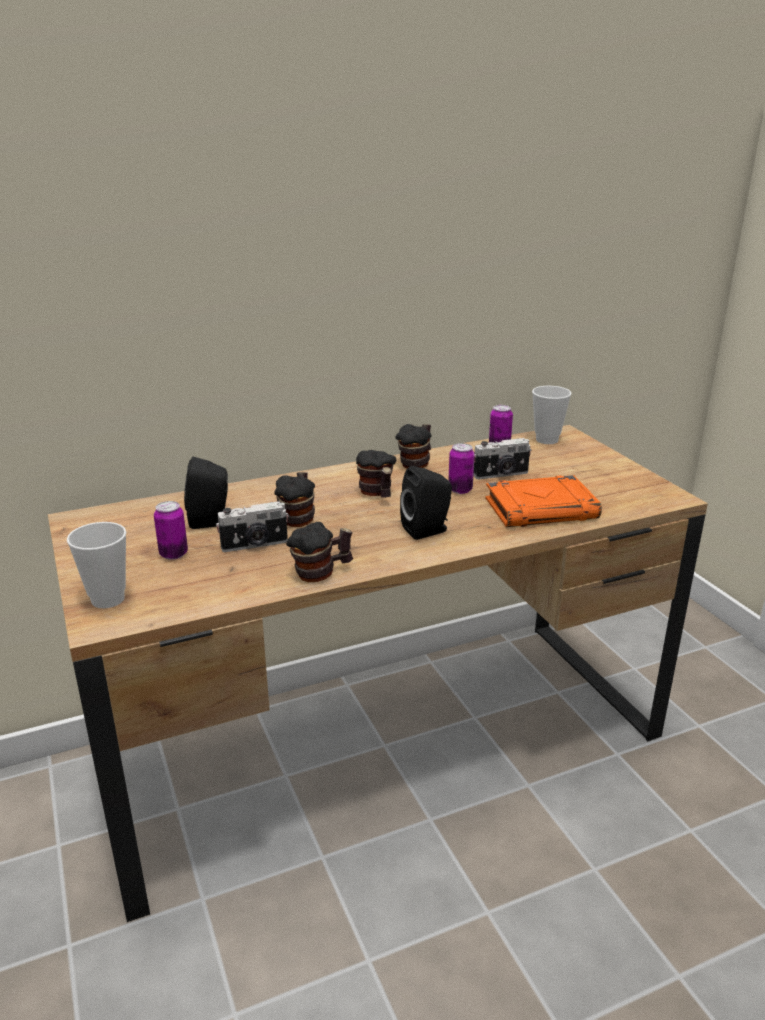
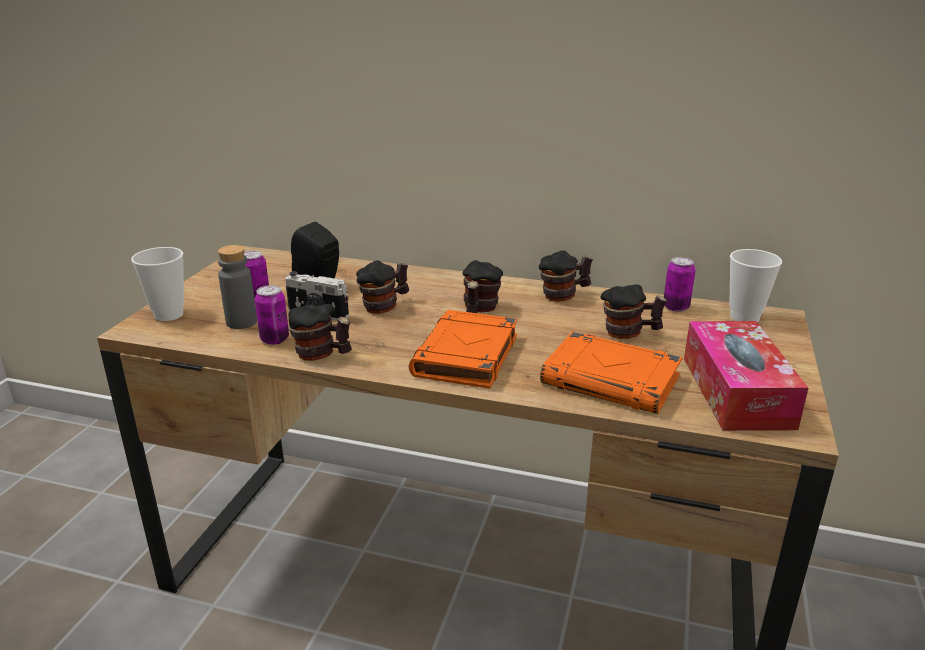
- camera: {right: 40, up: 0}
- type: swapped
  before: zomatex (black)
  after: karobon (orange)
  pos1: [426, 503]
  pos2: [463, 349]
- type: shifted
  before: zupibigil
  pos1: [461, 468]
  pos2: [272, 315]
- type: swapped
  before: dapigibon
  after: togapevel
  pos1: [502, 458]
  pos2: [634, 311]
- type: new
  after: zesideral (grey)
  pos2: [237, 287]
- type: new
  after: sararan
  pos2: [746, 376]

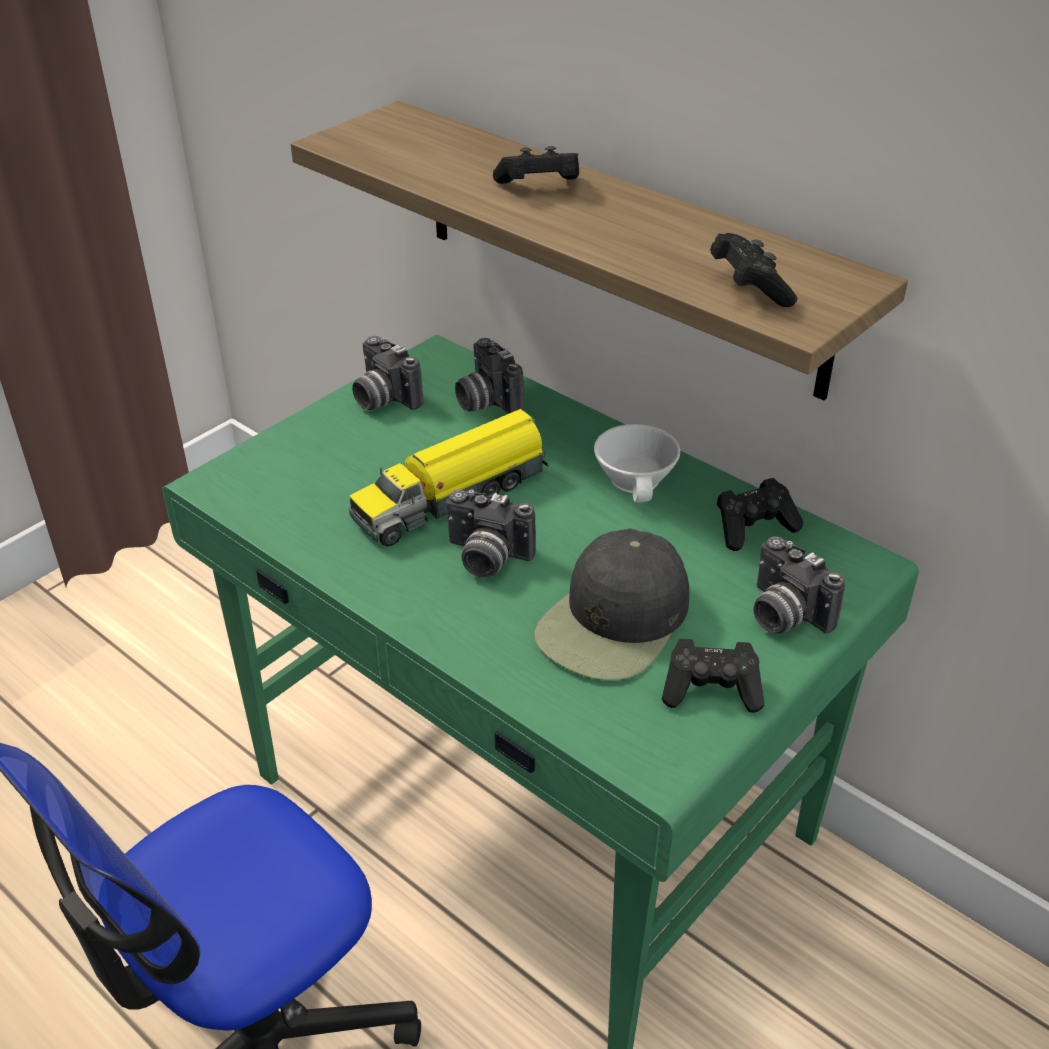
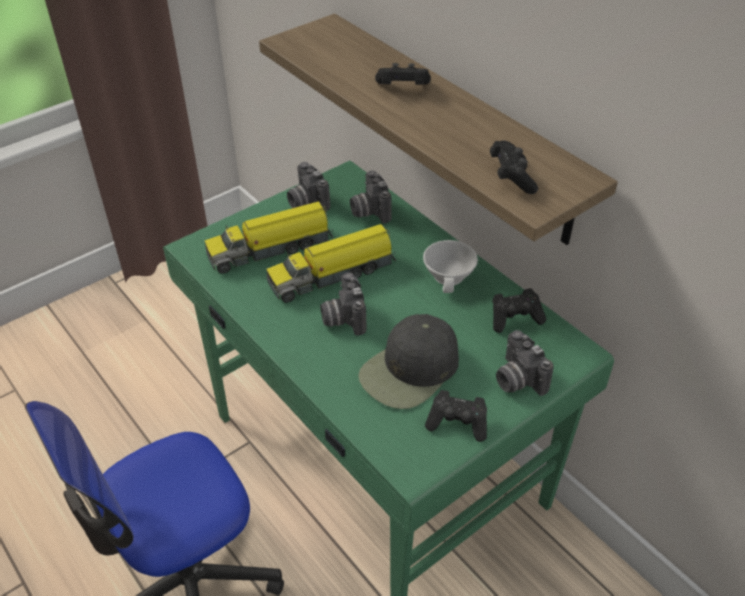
- camera: {right: 10, up: 5}
- type: rotated
  before: dapigibon
  pos1: [491, 534]
  pos2: [343, 304]
  turn: 45
- type: new
  after: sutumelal
  pos2: [269, 237]

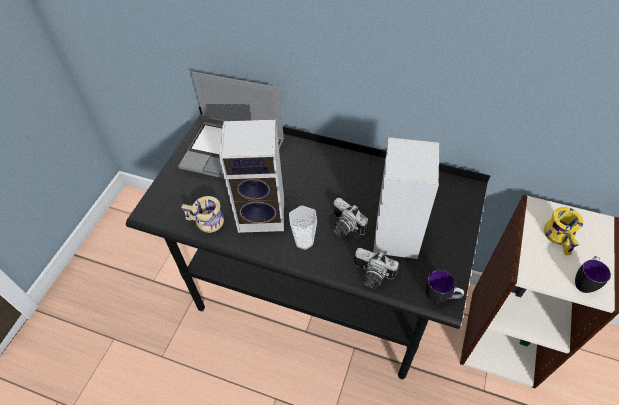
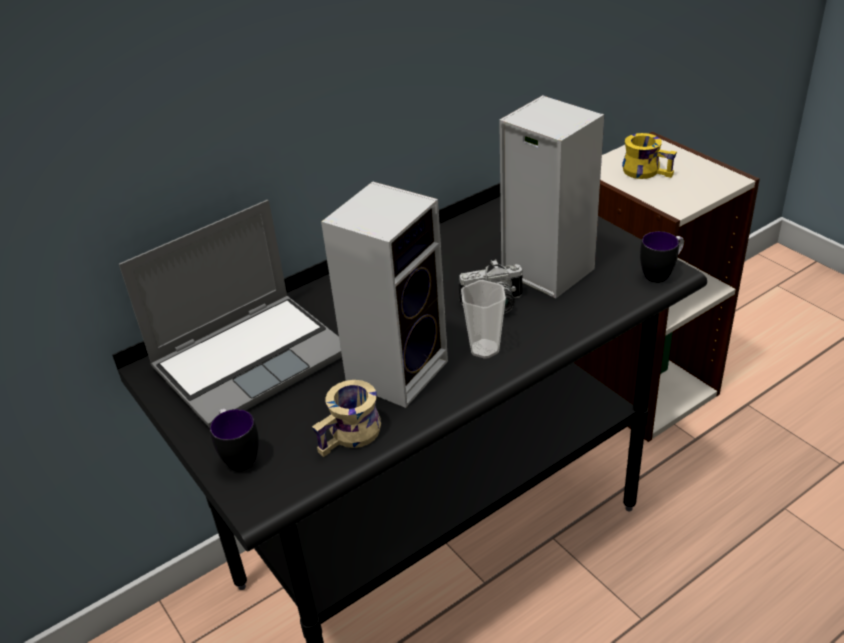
- camera: {right: -55, up: -15}
- type: gone
  before: dapigibon
  pos1: [376, 268]
- type: shifted
  before: togapevel
  pos1: [593, 274]
  pos2: [234, 440]

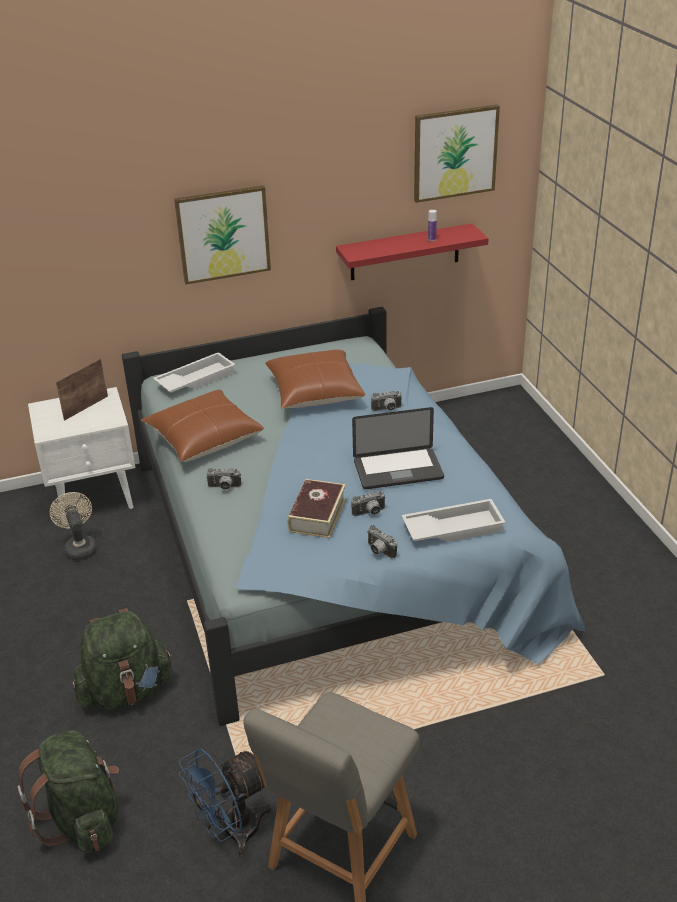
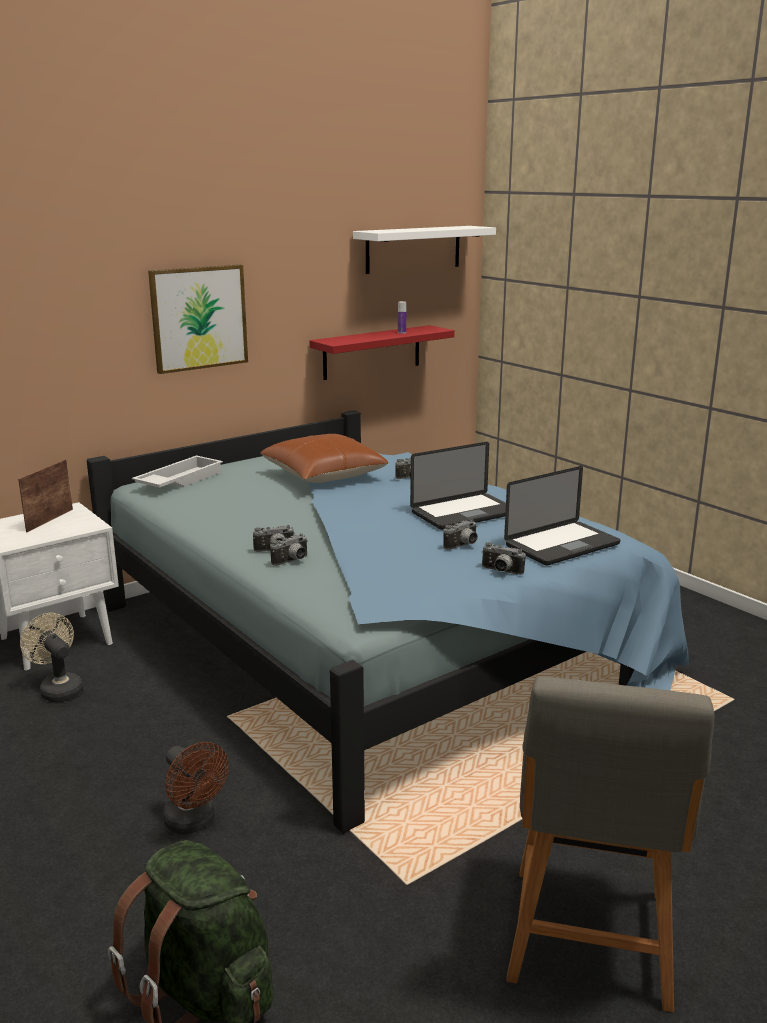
- camera: {right: -20, up: -15}
- type: swapped
  before: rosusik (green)
  after: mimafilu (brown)
  pos1: [123, 659]
  pos2: [196, 788]
- type: gone
  before: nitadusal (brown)
  pos1: [202, 426]
- type: gone
  before: mimafilu (blue)
  pos1: [225, 803]
- type: gone
  before: karobon
  pos1: [317, 508]
- type: swapped
  before: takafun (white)
  after: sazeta
  pos1: [453, 520]
  pos2: [562, 515]
- type: swapped
  before: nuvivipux
  after: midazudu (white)
  pos1: [457, 154]
  pos2: [424, 250]
- type: new
  after: dapigibon
  pos2: [289, 549]

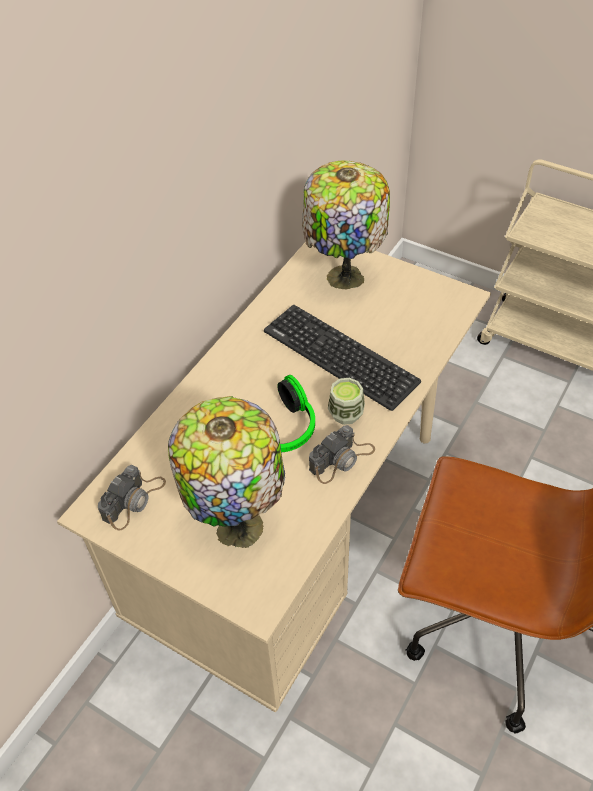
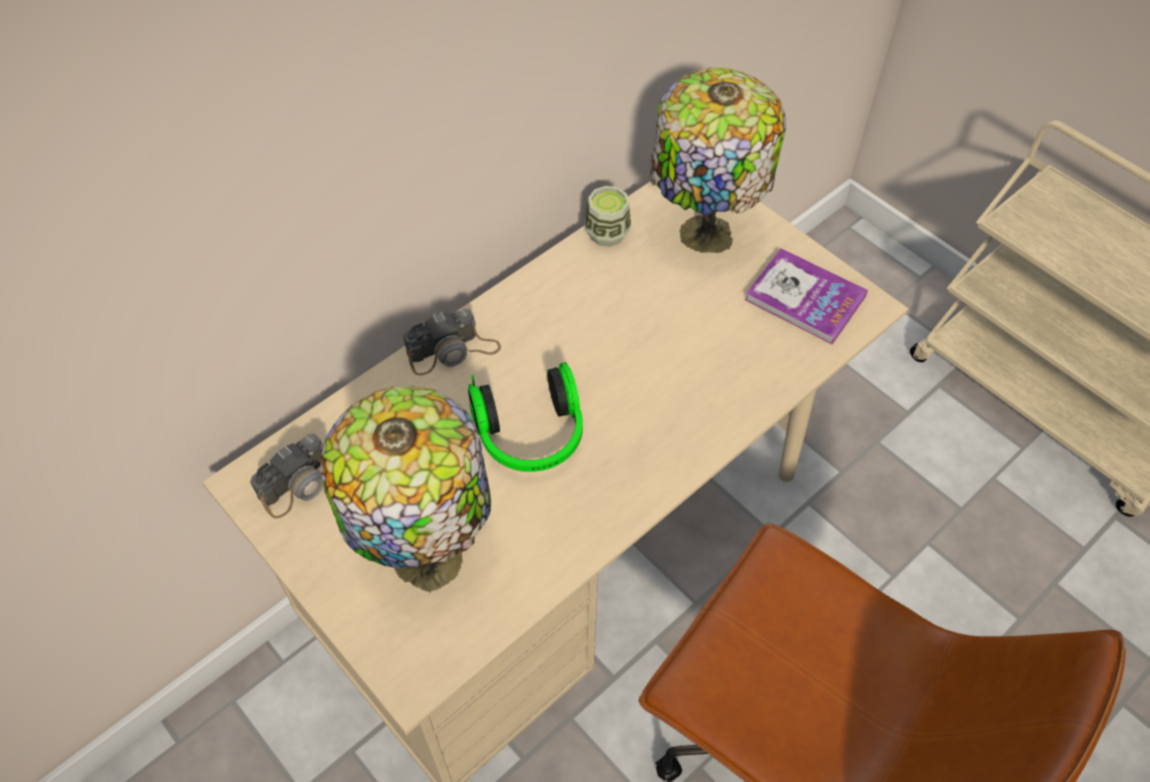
- camera: {right: 15, up: 5}
- type: gone
  before: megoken
  pos1: [342, 358]
- type: shifted
  before: dapigibon
  pos1: [342, 454]
  pos2: [452, 342]
- type: shifted
  before: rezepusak
  pos1: [346, 401]
  pos2: [608, 216]
- type: new
  after: karobon
  pos2: [806, 296]

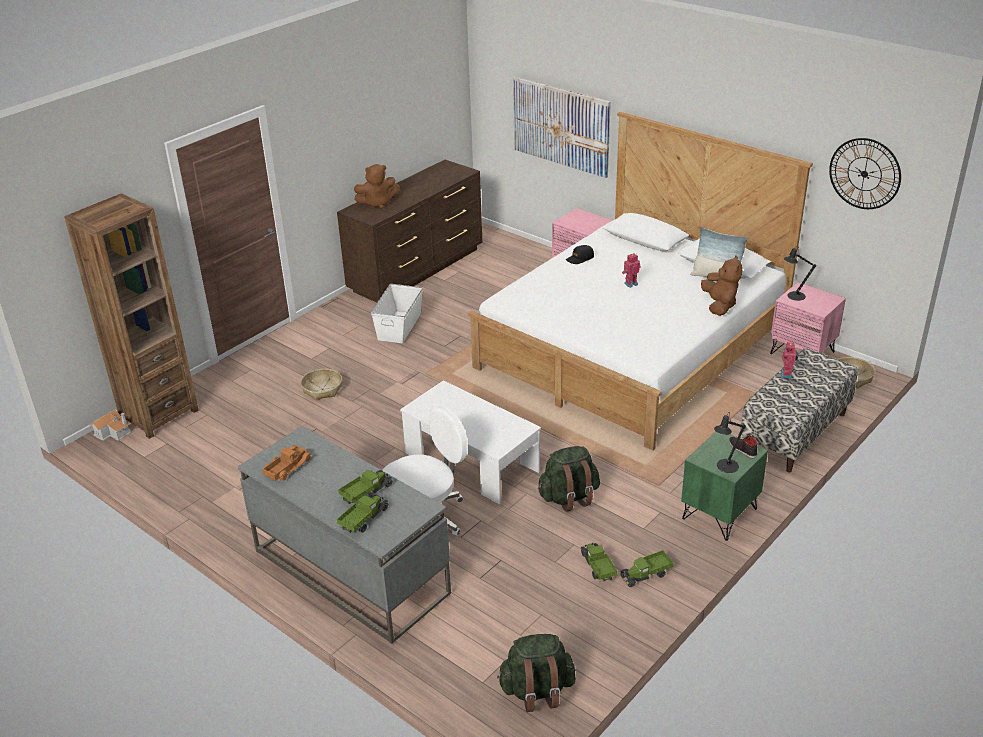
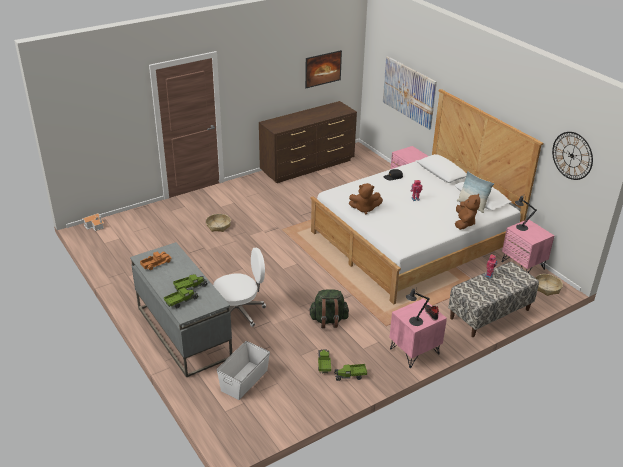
- camera: {right: 15, up: 0}
- type: gone
  before: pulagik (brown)
  pos1: [131, 316]
- type: shifted
  before: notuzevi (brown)
  pos1: [377, 186]
  pos2: [366, 198]
- type: shifted
  before: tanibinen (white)
  pos1: [397, 313]
  pos2: [243, 370]
- type: gone
  before: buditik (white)
  pos1: [470, 442]
- type: gone
  before: rosusik (green)
  pos1: [536, 673]
- type: repainted
  before: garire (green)
  after: garire (pink)
  pos1: [724, 486]
  pos2: [418, 333]
- type: new
  after: nuvivipux
  pos2: [323, 69]

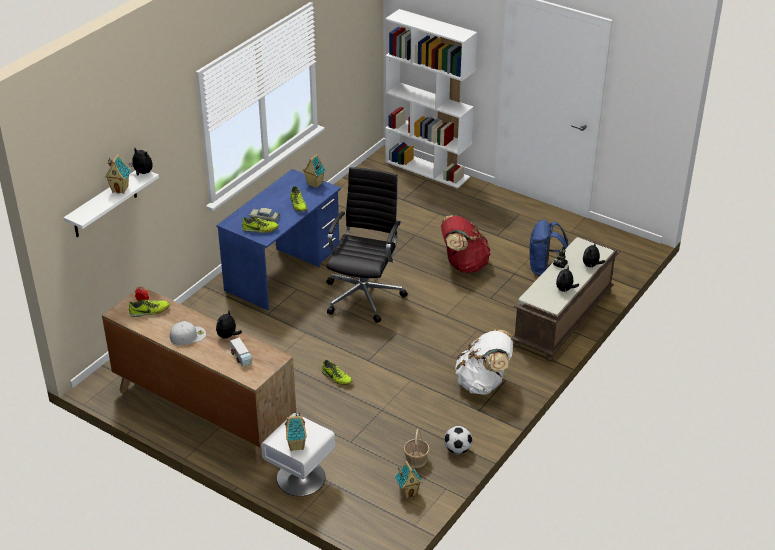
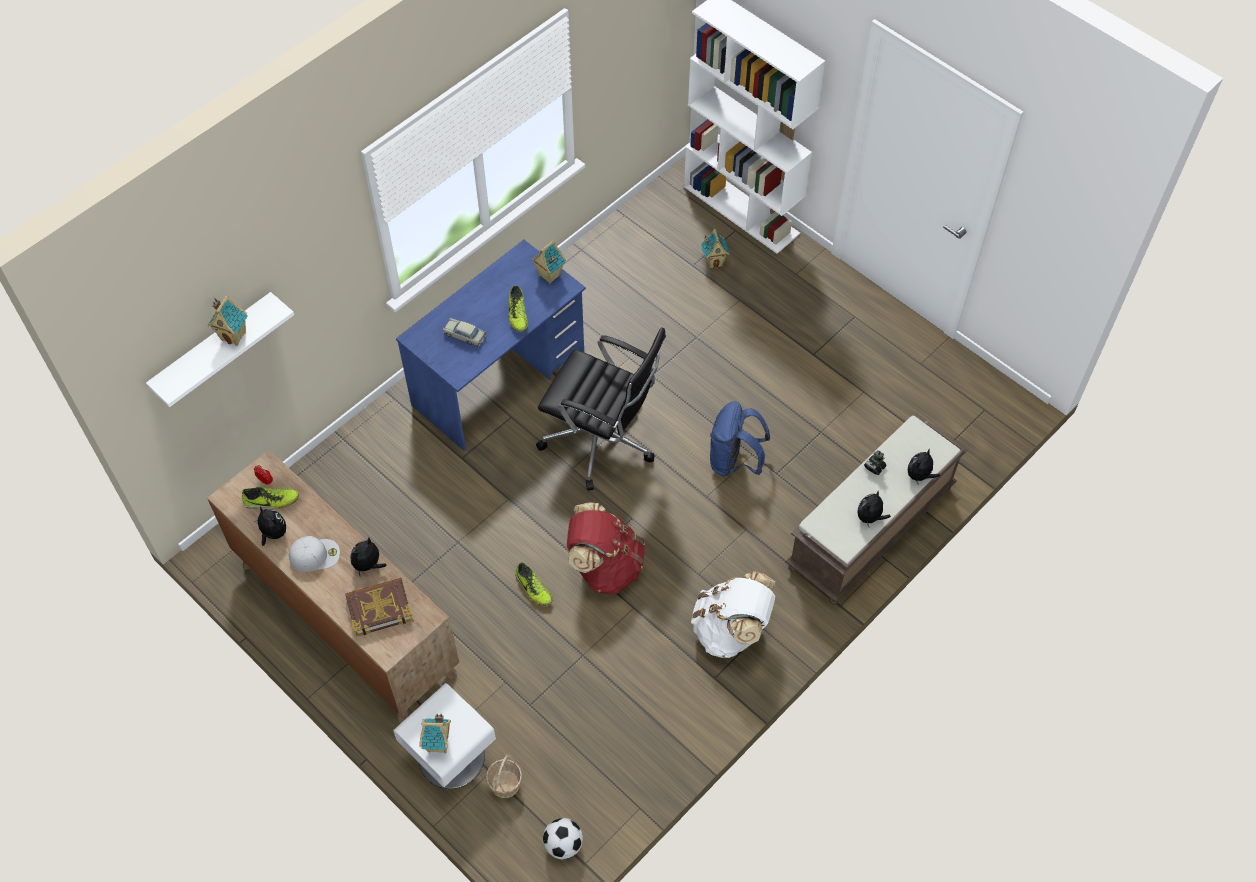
- camera: {right: 10, up: 20}
- type: shifted
  before: notuzevi
  pos1: [141, 162]
  pos2: [269, 526]
- type: swapped
  before: sutumelal
  after: karobon
  pos1: [241, 351]
  pos2: [379, 607]
- type: gone
  before: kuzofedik
  pos1: [260, 225]
- type: rotated
  before: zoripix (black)
  pos1: [367, 245]
  pos2: [601, 409]
  turn: 90
- type: shifted
  before: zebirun
  pos1: [408, 479]
  pos2: [715, 249]
- type: shifted
  before: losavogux
  pos1: [416, 448]
  pos2: [504, 776]
- type: shifted
  before: rosusik (red)
  pos1: [466, 244]
  pos2: [606, 548]
- type: shifted
  before: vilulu
  pos1: [458, 440]
  pos2: [563, 838]
- type: shifted
  before: rosusik (blue)
  pos1: [548, 248]
  pos2: [740, 439]

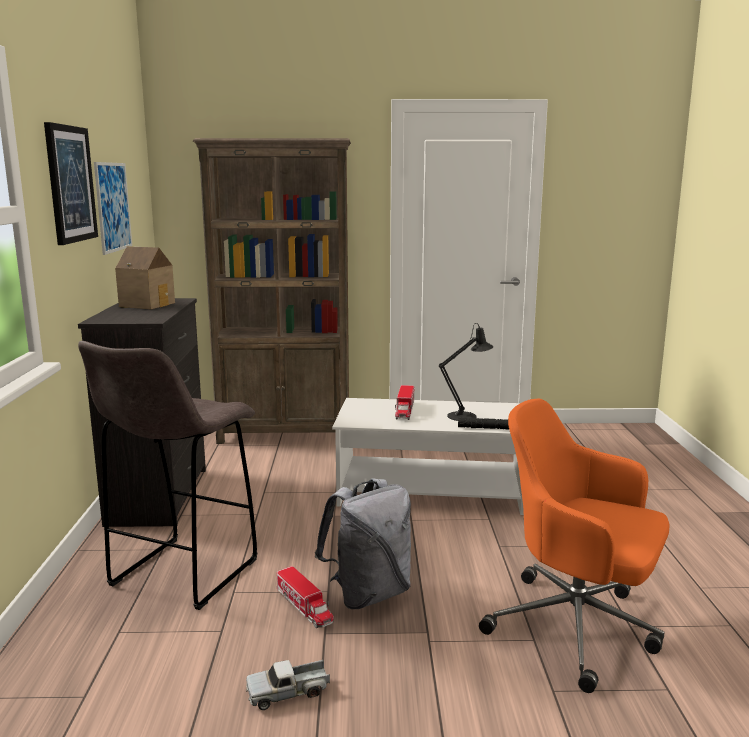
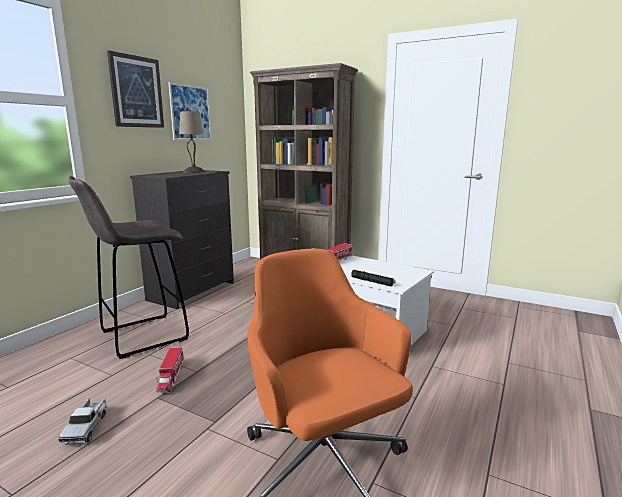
- camera: {right: 30, up: 0}
- type: swapped
  before: zebirun
  after: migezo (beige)
  pos1: [145, 277]
  pos2: [192, 141]
- type: rotated
  before: sutumelal
  pos1: [288, 685]
  pos2: [82, 421]
  turn: -105
- type: gone
  before: rosusik (grey)
  pos1: [363, 543]
- type: gone
  before: migezo (black)
  pos1: [466, 372]

